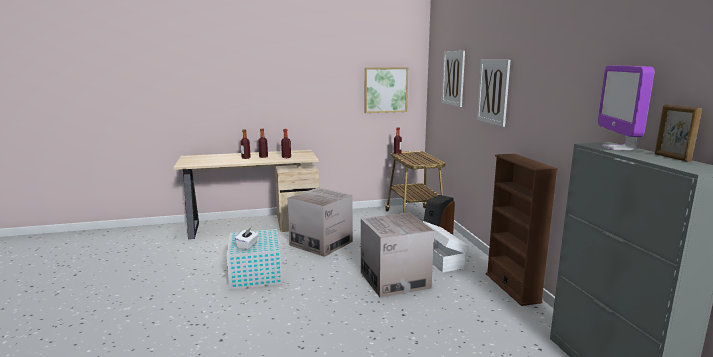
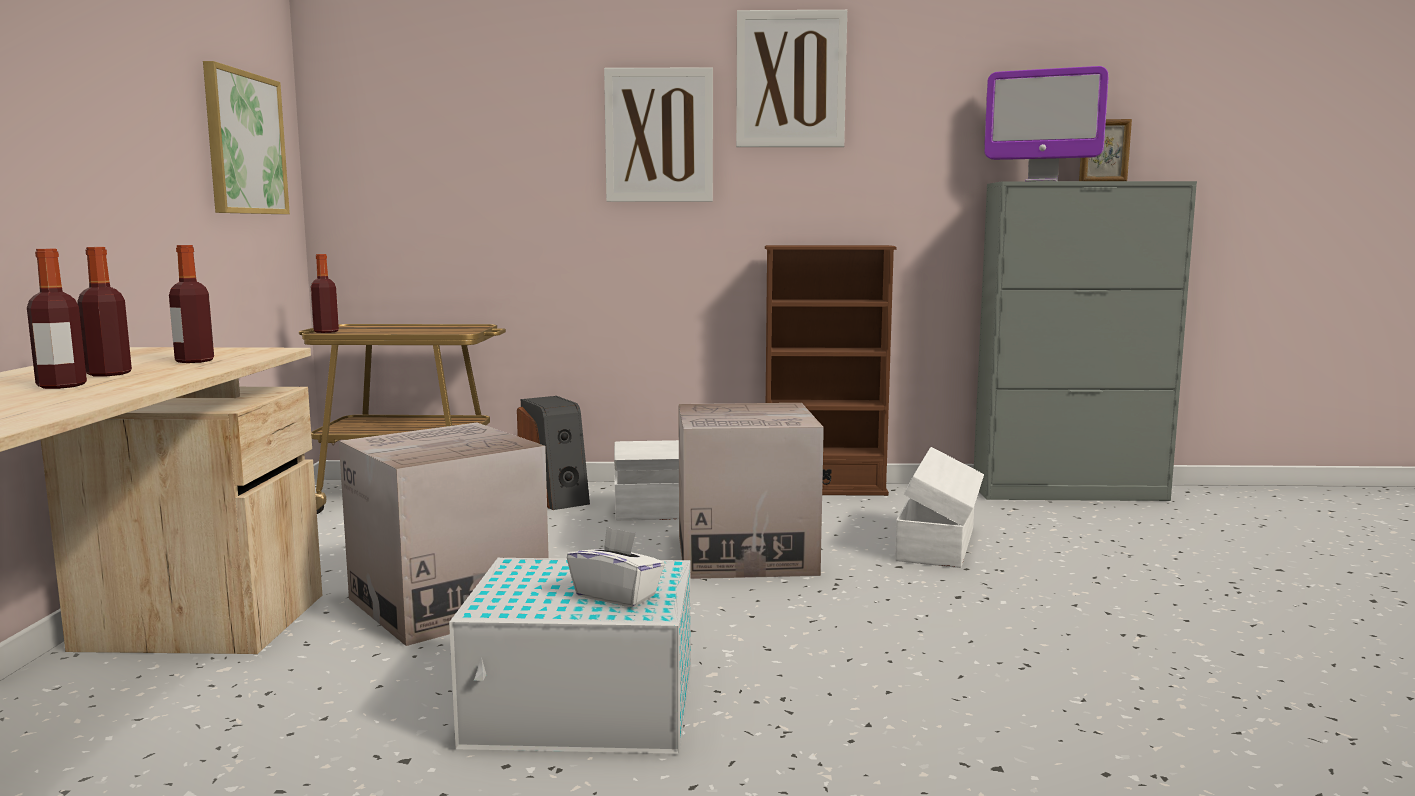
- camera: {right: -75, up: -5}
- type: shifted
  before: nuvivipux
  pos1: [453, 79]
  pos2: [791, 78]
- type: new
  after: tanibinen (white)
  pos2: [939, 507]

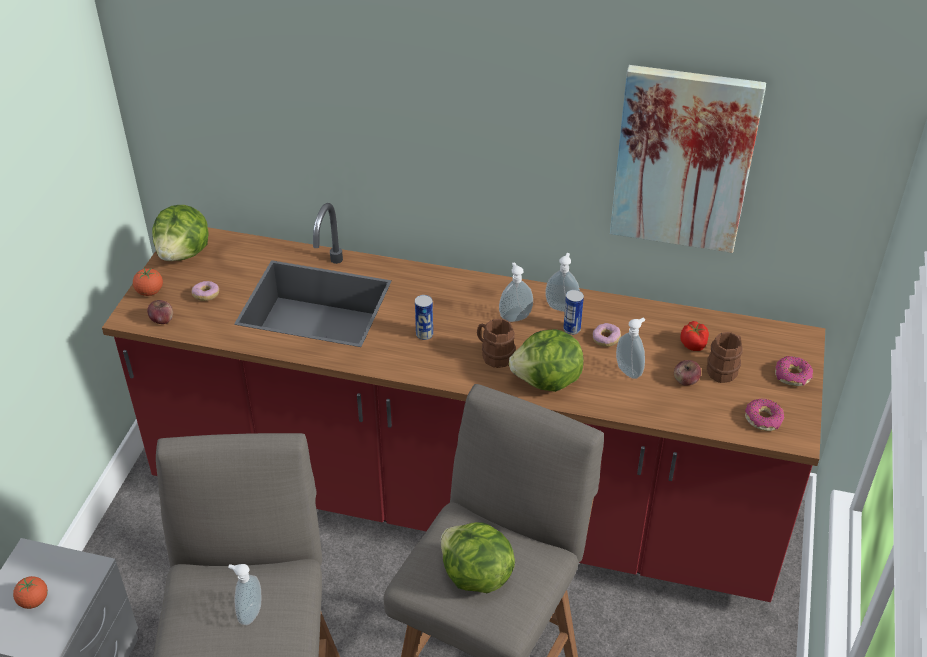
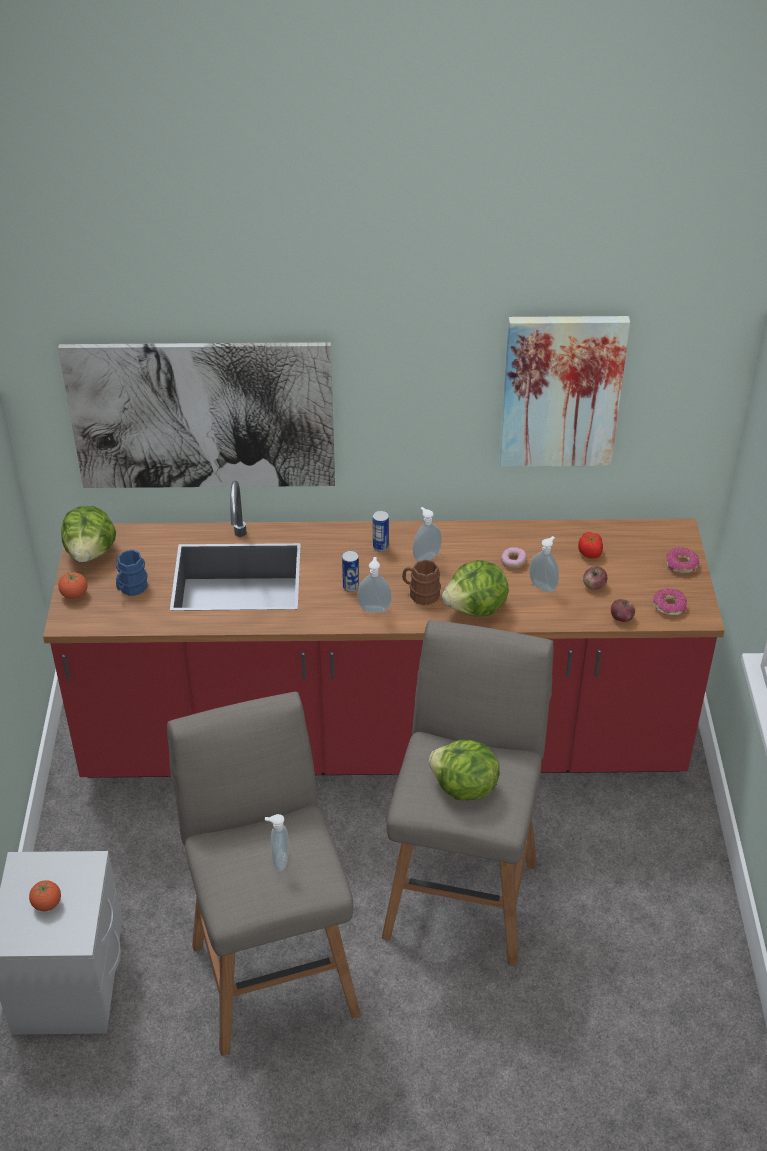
- camera: {right: -15, up: 0}
- type: shifted
  before: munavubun
  pos1: [160, 312]
  pos2: [623, 610]
- type: swapped
  before: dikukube
  after: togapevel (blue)
  pos1: [205, 291]
  pos2: [132, 573]
- type: shifted
  before: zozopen
  pos1: [562, 282]
  pos2: [374, 585]
- type: shifted
  before: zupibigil
  pos1: [573, 312]
  pos2: [381, 531]
- type: gone
  before: togapevel (brown)
  pos1: [725, 357]
- type: new
  after: nuvivipux
  pos2: [196, 415]

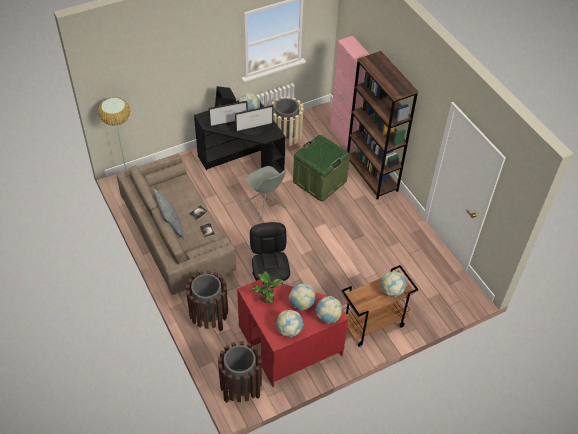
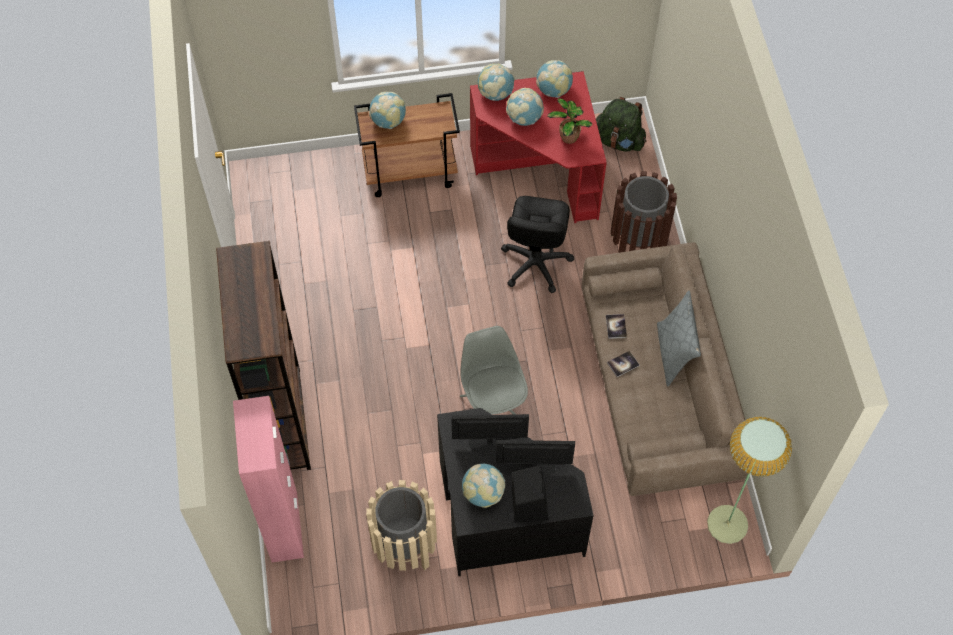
- camera: {right: -160, up: 10}
- type: swapped
  before: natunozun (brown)
  after: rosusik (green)
  pos1: [240, 372]
  pos2: [621, 124]
- type: gone
  before: tanibinen (green)
  pos1: [321, 168]

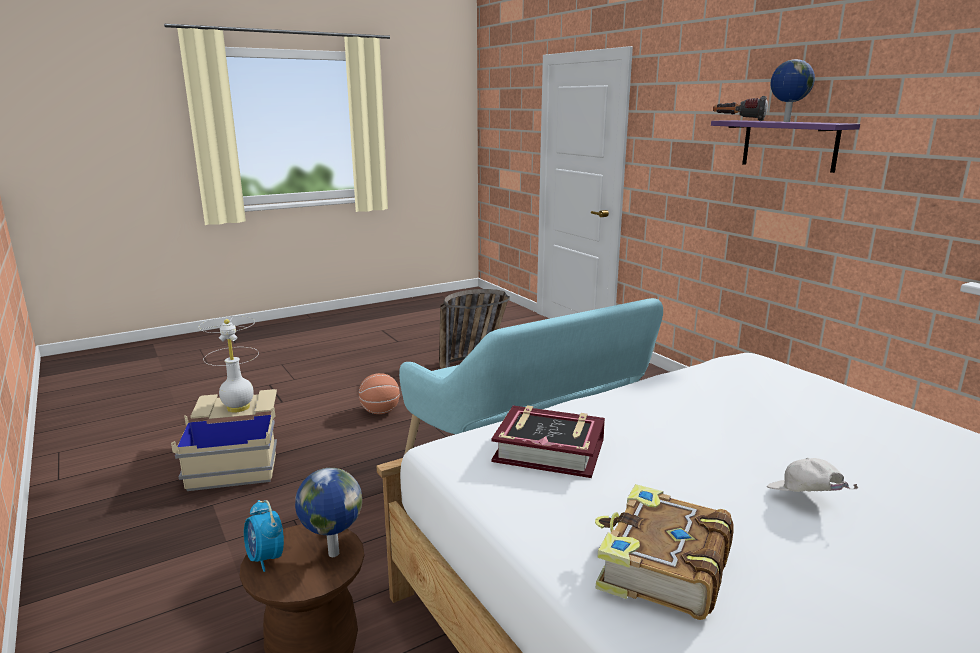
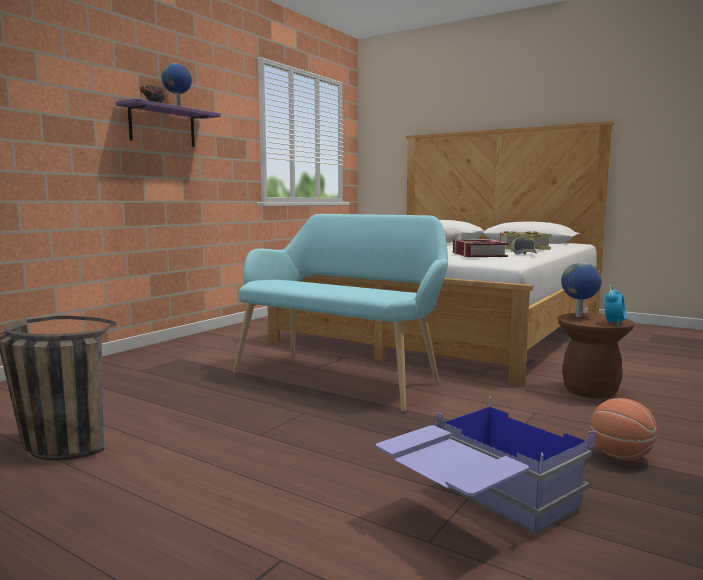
- camera: {right: -115, up: -10}
- type: repainted
  before: tanibinen (beige)
  after: tanibinen (blue)
  pos1: [224, 440]
  pos2: [485, 465]
- type: gone
  before: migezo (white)
  pos1: [229, 364]
- type: shifted
  before: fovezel
  pos1: [379, 393]
  pos2: [623, 429]
- type: new
  after: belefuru
  pos2: [524, 245]

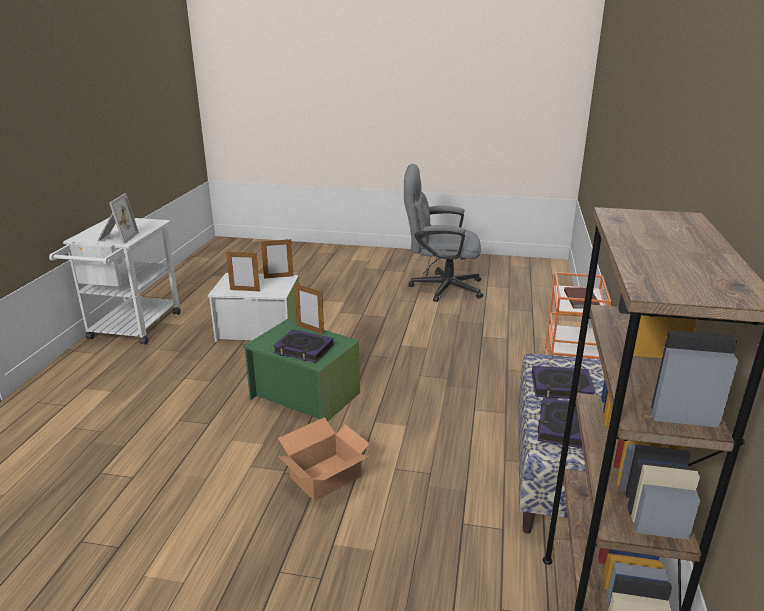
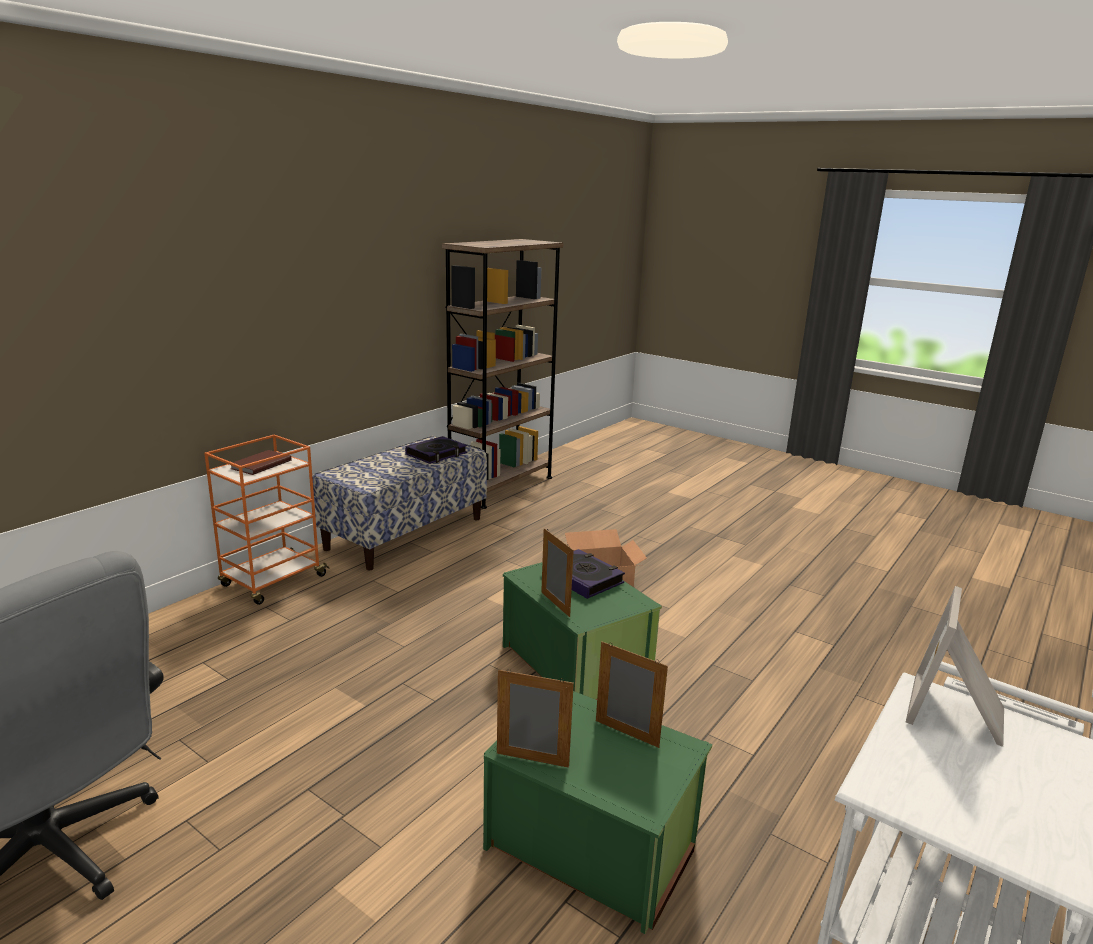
- camera: {right: -155, up: -5}
- type: repainted
  before: tanibinen (white)
  after: tanibinen (green)
  pos1: [253, 308]
  pos2: [597, 812]
- type: gone
  before: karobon
  pos1: [563, 382]

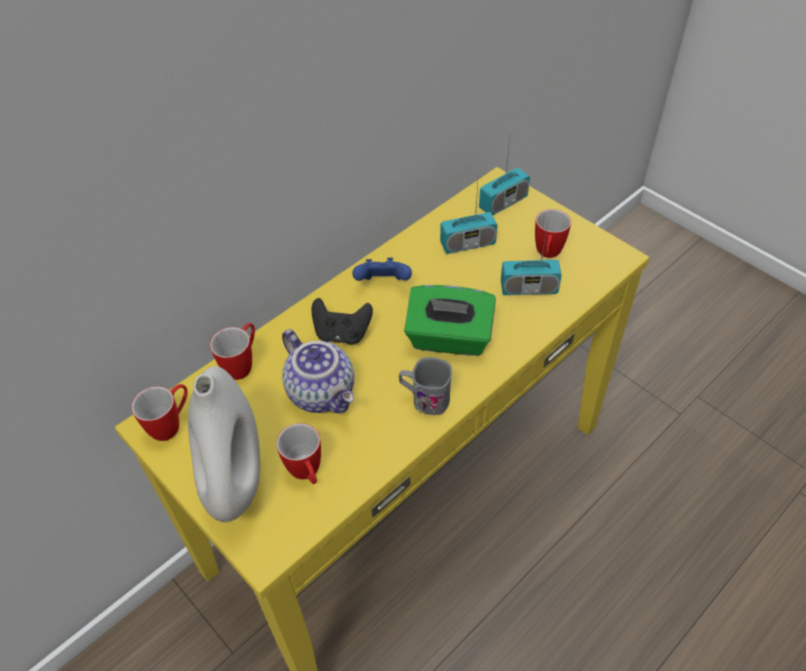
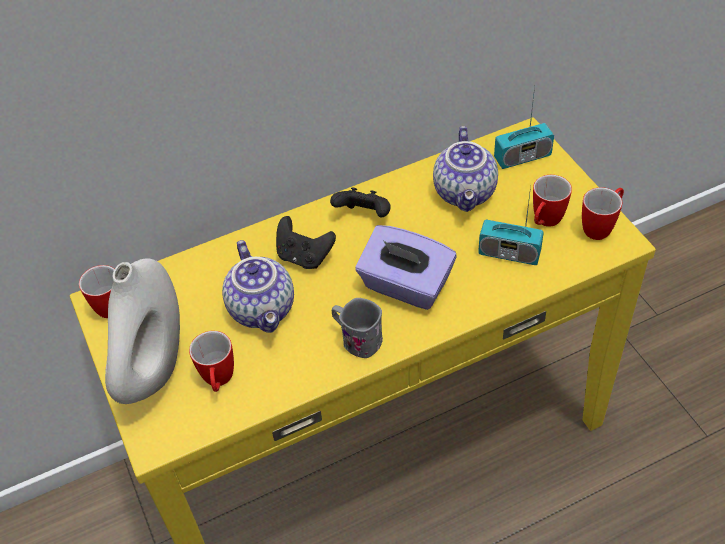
- camera: {right: 20, up: 0}
- type: shifted
  before: togapevel
  pos1: [232, 351]
  pos2: [603, 213]
- type: repainted
  before: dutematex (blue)
  after: dutematex (black)
  pos1: [382, 269]
  pos2: [360, 202]
- type: repainted
  before: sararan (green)
  after: sararan (purple)
  pos1: [450, 320]
  pos2: [406, 267]
- type: swapped
  before: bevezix
  after: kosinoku
  pos1: [468, 213]
  pos2: [465, 169]

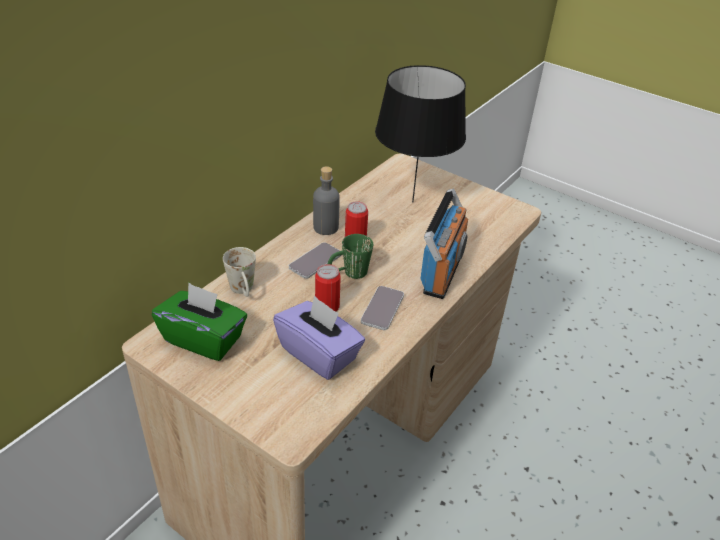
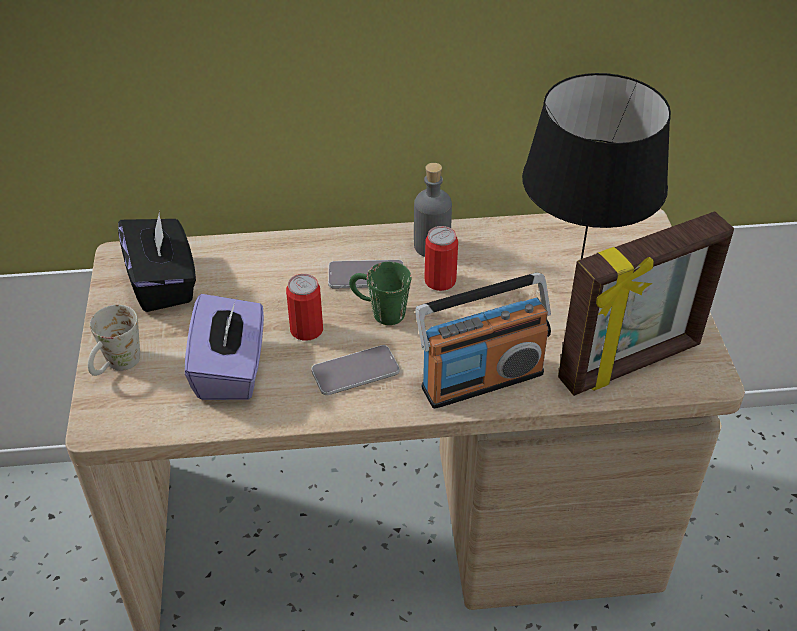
- camera: {right: 50, up: 5}
- type: repainted
  before: sararan (green)
  after: sararan (black)
  pos1: [199, 322]
  pos2: [157, 261]
- type: shifted
  before: togapevel (white)
  pos1: [239, 272]
  pos2: [114, 340]
- type: new
  after: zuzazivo
  pos2: [646, 304]

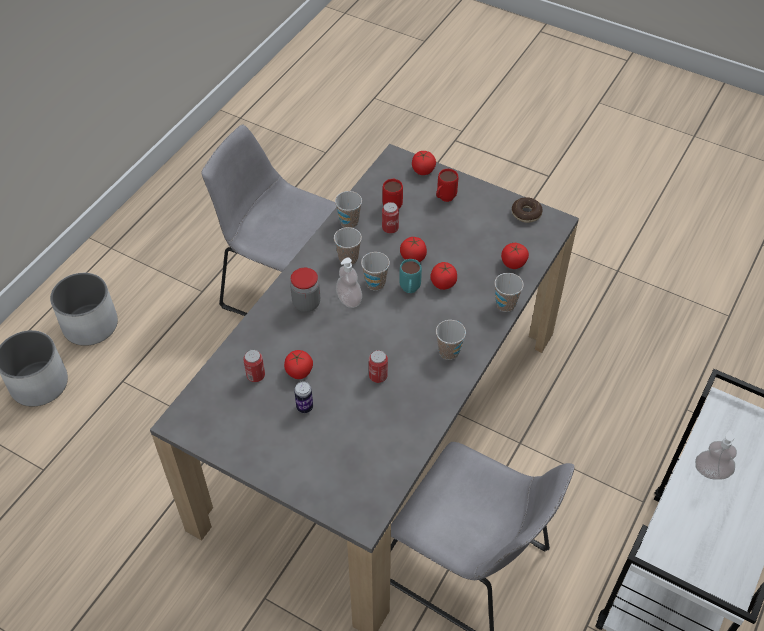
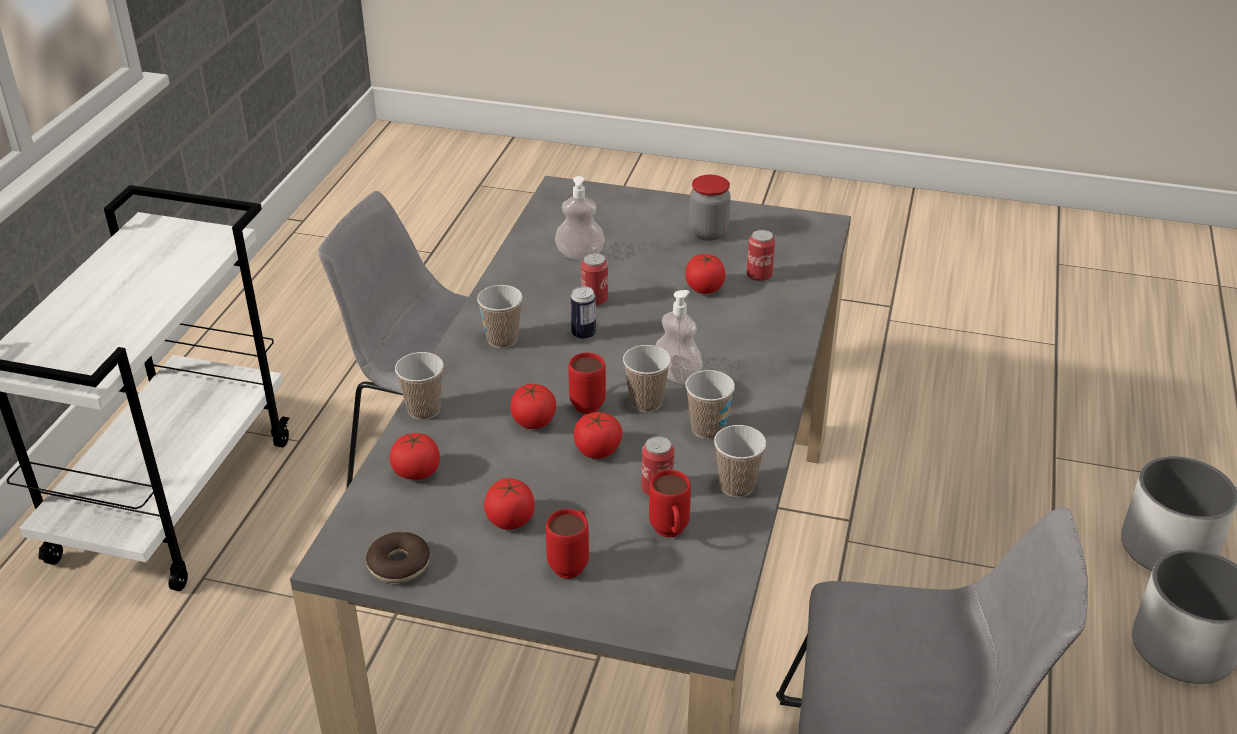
- camera: {right: 165, up: -15}
- type: shifted
  before: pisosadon
  pos1: [305, 290]
  pos2: [710, 208]
- type: shifted
  before: zupibigil
  pos1: [303, 397]
  pos2: [583, 313]
- type: repainted
  before: togapevel (turquoise)
  after: togapevel (red)
  pos1: [410, 276]
  pos2: [587, 383]
- type: shifted
  before: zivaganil
  pos1: [424, 163]
  pos2: [509, 504]
- type: shifted
  before: zozopen
  pos1: [716, 455]
  pos2: [580, 218]

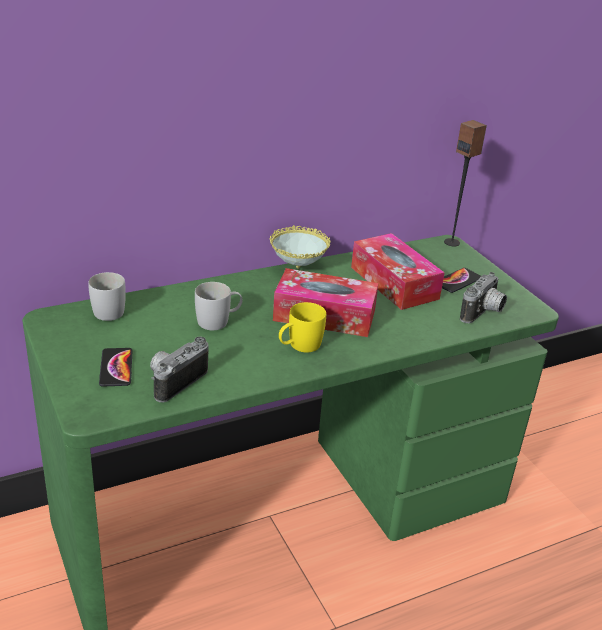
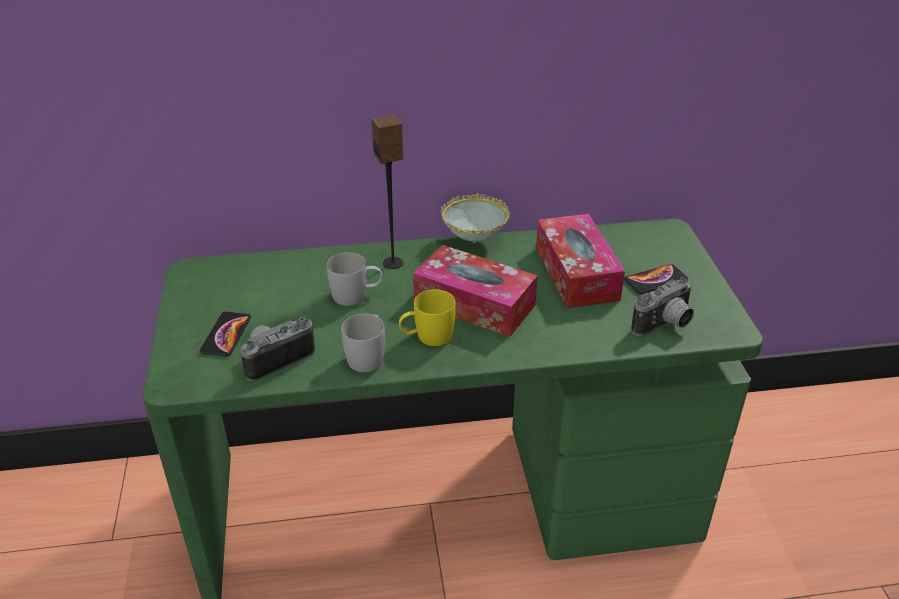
- camera: {right: 20, up: 5}
- type: shifted
  before: togapevel (white)
  pos1: [107, 296]
  pos2: [363, 343]
- type: shifted
  before: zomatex
  pos1: [465, 183]
  pos2: [388, 192]

